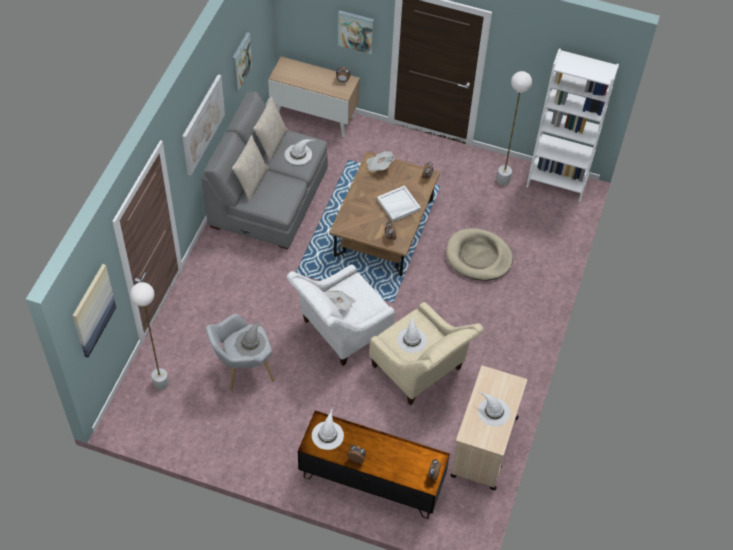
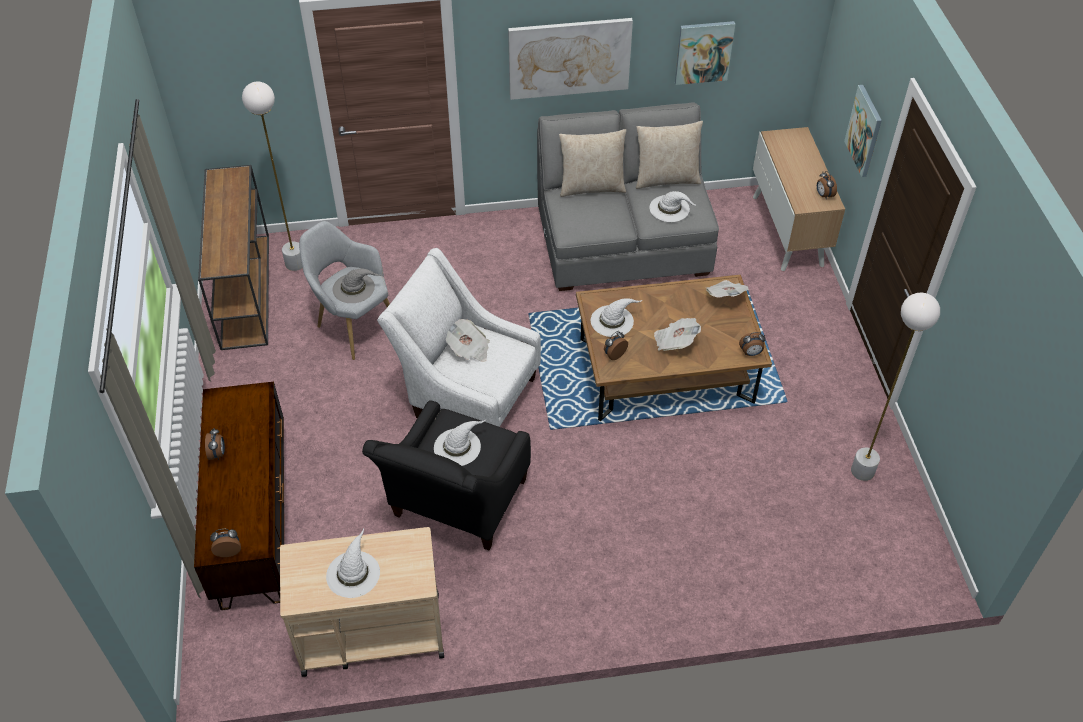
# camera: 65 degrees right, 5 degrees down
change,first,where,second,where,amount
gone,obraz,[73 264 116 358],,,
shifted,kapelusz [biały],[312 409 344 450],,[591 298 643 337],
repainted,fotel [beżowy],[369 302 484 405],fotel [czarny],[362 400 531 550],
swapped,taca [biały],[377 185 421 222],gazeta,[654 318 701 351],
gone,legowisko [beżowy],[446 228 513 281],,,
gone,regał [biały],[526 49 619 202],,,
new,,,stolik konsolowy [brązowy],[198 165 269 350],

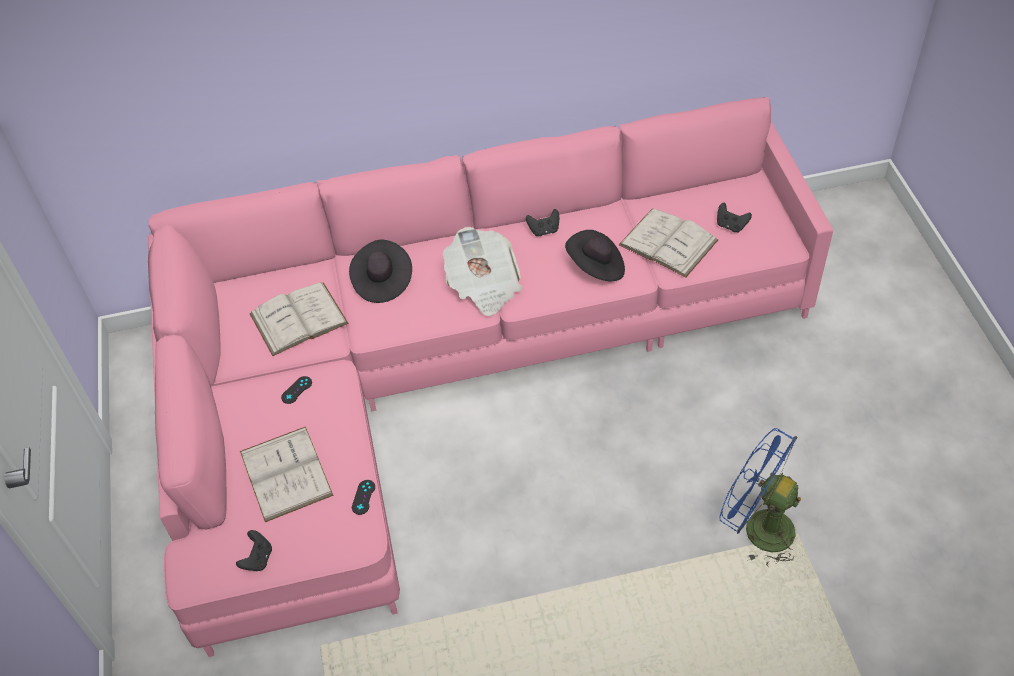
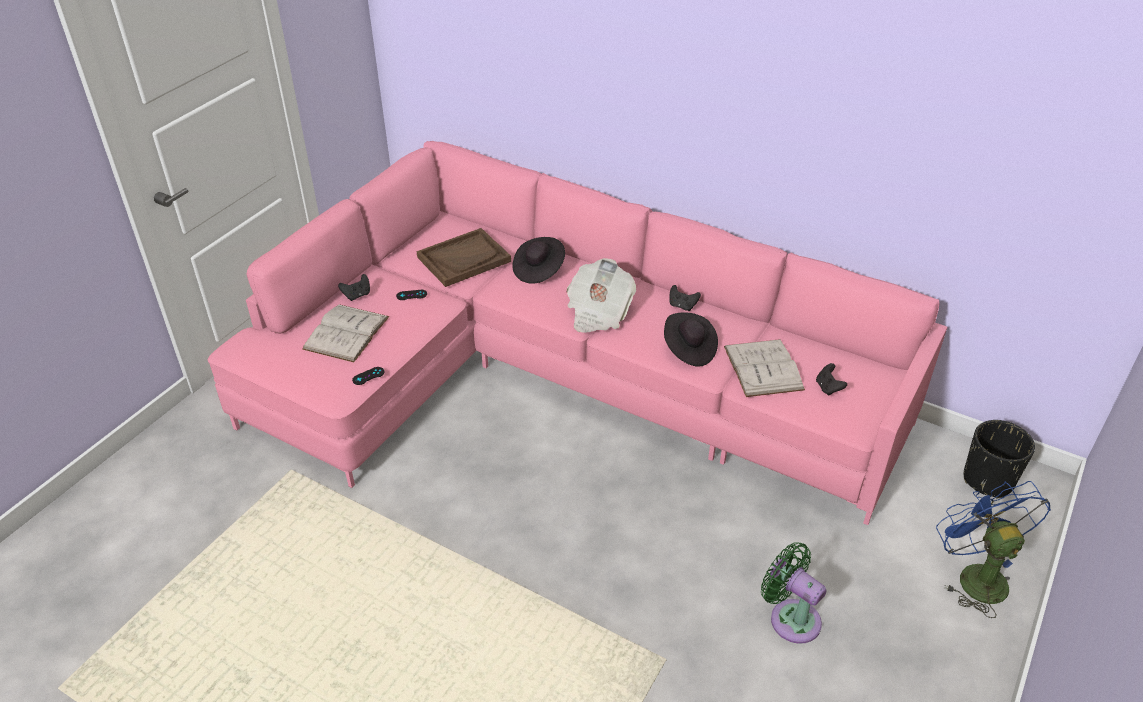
# camera: 40 degrees right, 10 degrees down
change,first,where,second,where,amount
shifted,pad do gier [czarny],[236 530 272 571],,[338 274 370 301],
swapped,książka [biały],[249 282 349 356],taca [brązowy],[417 228 511 287],
shifted,wentylator [niebieski],[719 428 802 566],,[936 481 1051 618],
new,,,wentylator [zielony],[761 542 827 644],
new,,,donica [czarny],[964 420 1035 498],

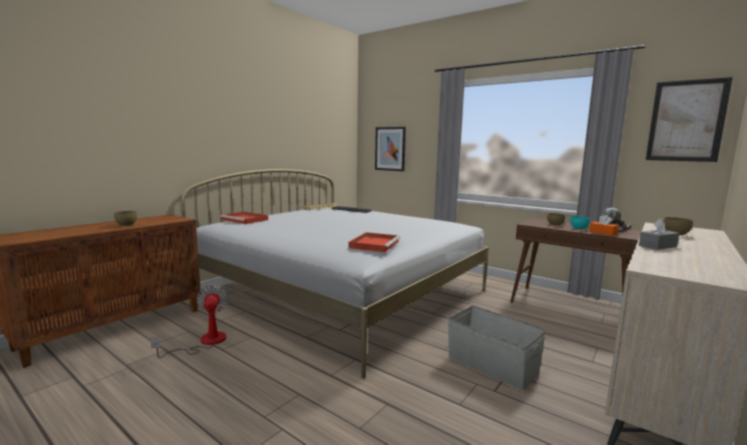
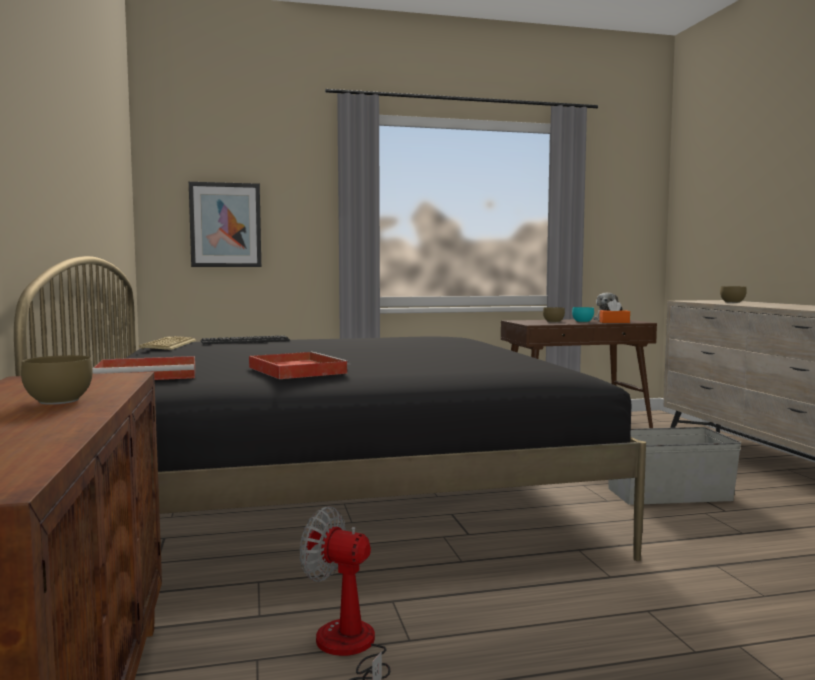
# camera: 50 degrees left, 5 degrees down
change,first,where,second,where,amount
repainted,łóżko [biały],[181 169 489 379],łóżko [czarny],[14 256 646 561],
shifted,taca [czerwony],[348 232 400 252],,[249 352 350 379],
gone,pudełko chusteczek [szary],[639 218 679 250],,,
gone,obraz,[646 77 733 162],,,

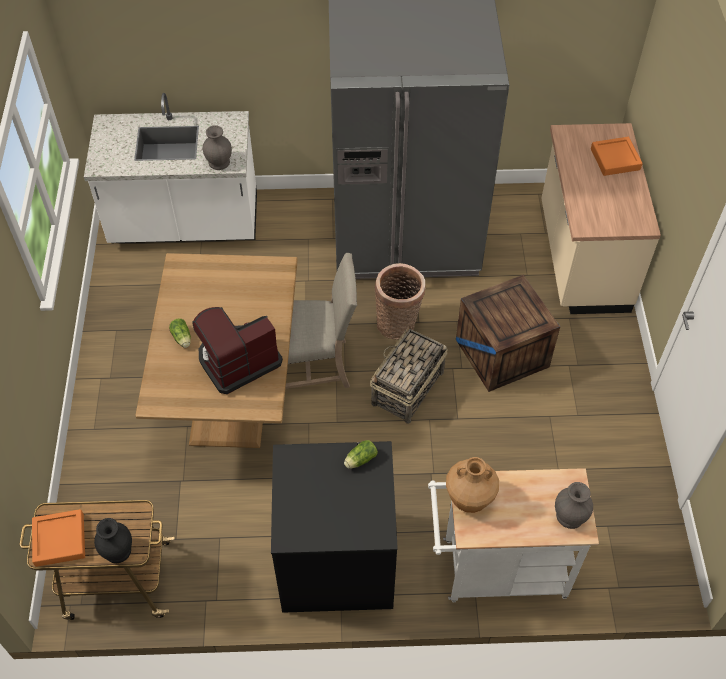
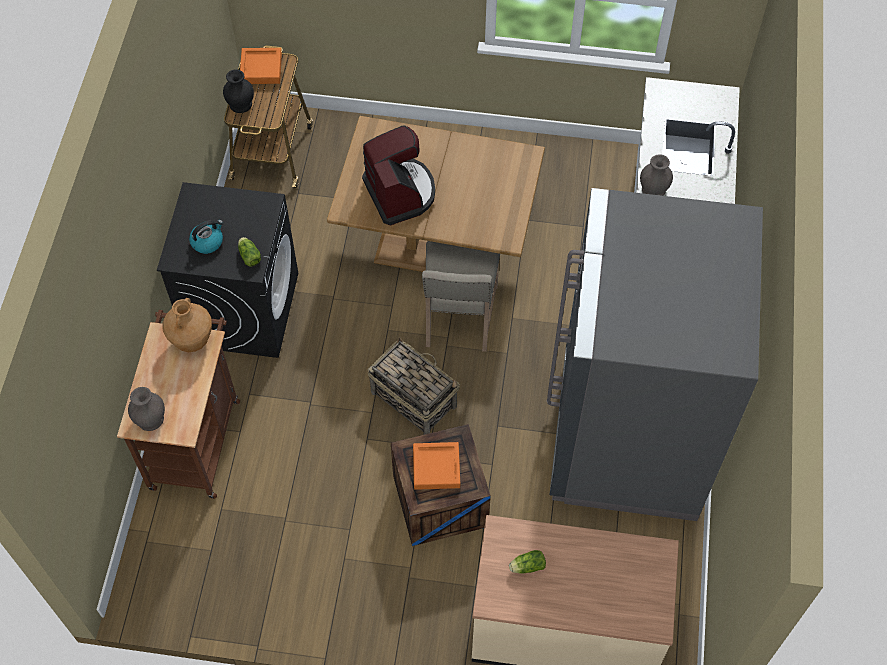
# camera: 100 degrees right, 5 degrees up
change,first,where,second,where,amount
shifted,sałata,[169 318 191 348],,[509 550 546 574],
gone,koszyk,[375 263 426 340],,,
repainted,wózek [biały],[428 468 599 602],wózek [brązowy],[117 310 240 499],
shifted,taca [pomarańczowy],[591 137 643 176],,[413 442 460 490],
new,,,czajnik,[189 220 223 254],

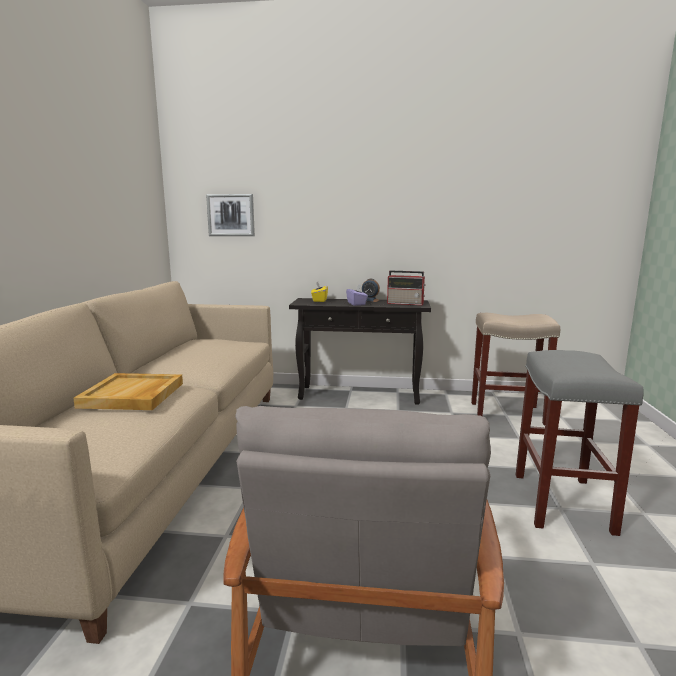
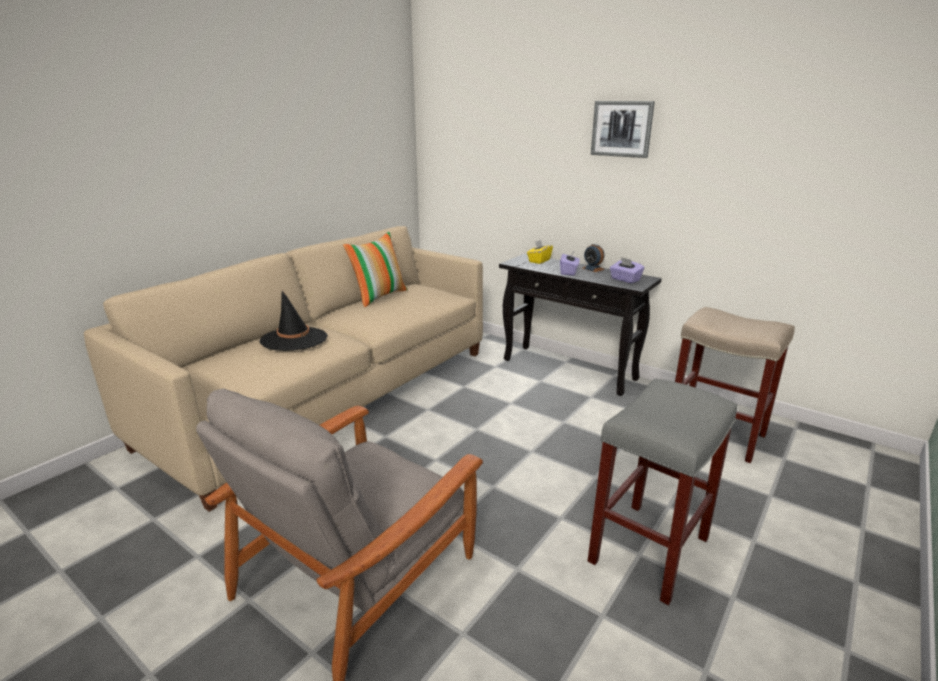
# camera: 30 degrees right, 10 degrees up
change,first,where,second,where,amount
swapped,taca [beżowy],[73 373 183 410],kapelusz [czarny],[259 291 328 351],
shifted,obraz,[206 194 255 236],,[591 101 655 158],
swapped,radio,[387 270 426 305],pudełko chusteczek [fioletowy],[610 257 644 283],
new,,,poduszka,[343 232 407 307],

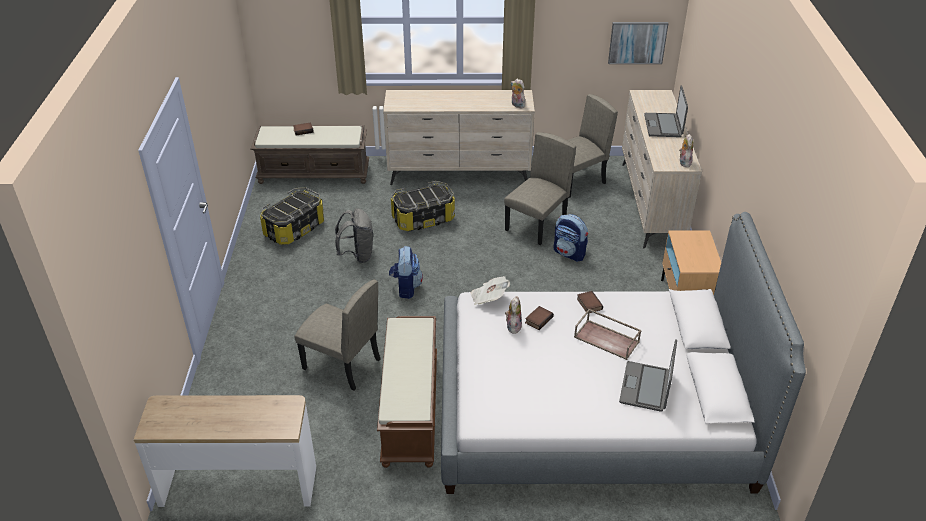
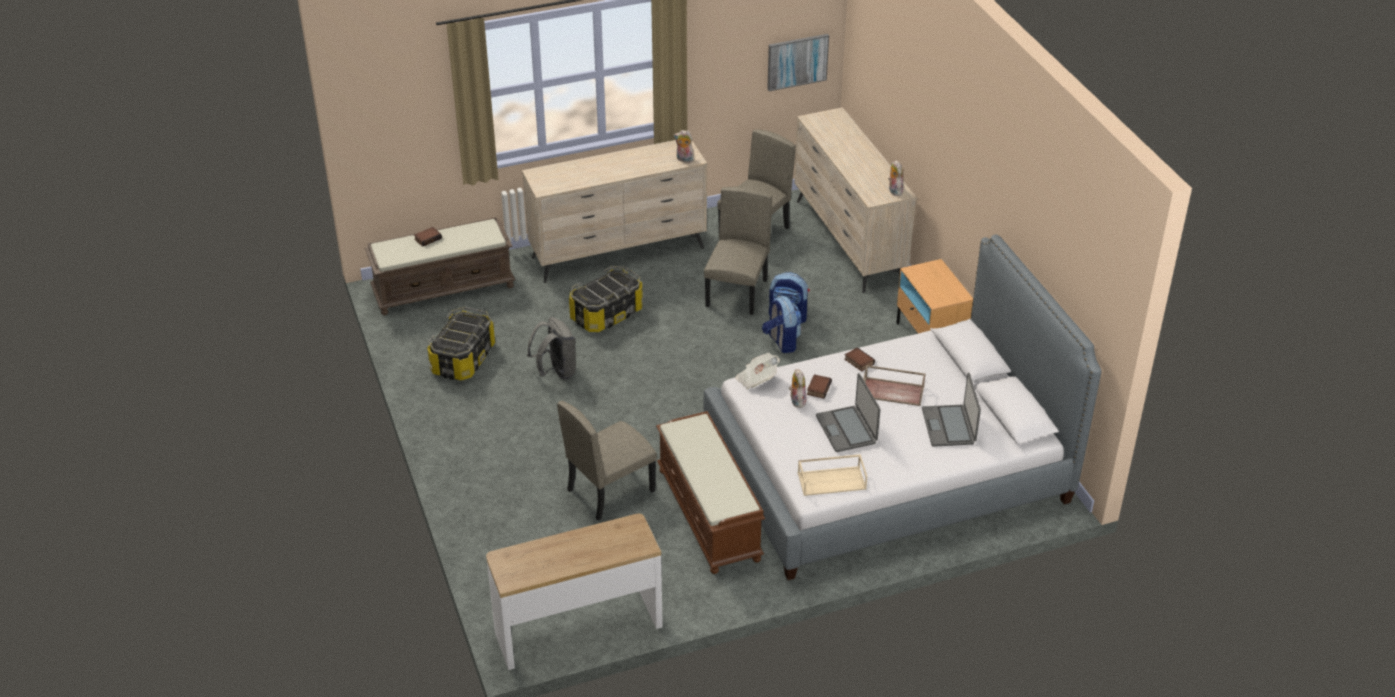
# camera: 20 degrees left, 0 degrees up
change,first,where,second,where,amount
rotated,krzesło [beżowy],[294 280 381 391],,[557 401 657 521],135 degrees clockwise
shifted,plecak,[389 246 423 299],,[762 296 801 353],
shifted,laptop,[644 85 688 137],,[816 373 881 452],
new,,,taca [beżowy],[798 454 867 496],

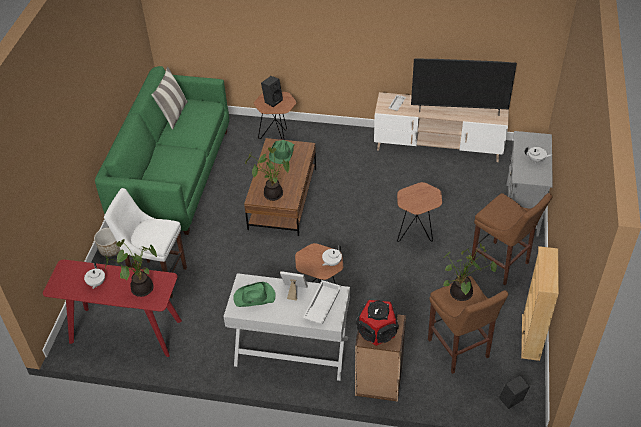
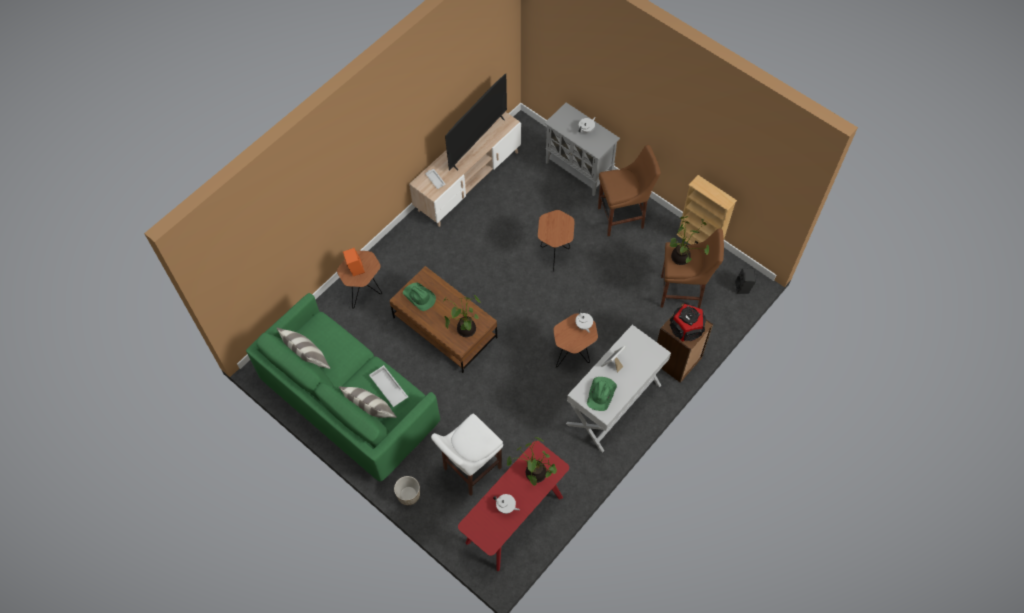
# camera: 60 degrees left, 15 degrees up
change,first,where,second,where,amount
repainted,głośnik [czarny],[261 76 283 107],głośnik [pomarańczowy],[343 248 365 276],
shifted,taca [biały],[303 280 341 324],,[369 365 408 407],
new,,,poduszka,[339 386 397 418],

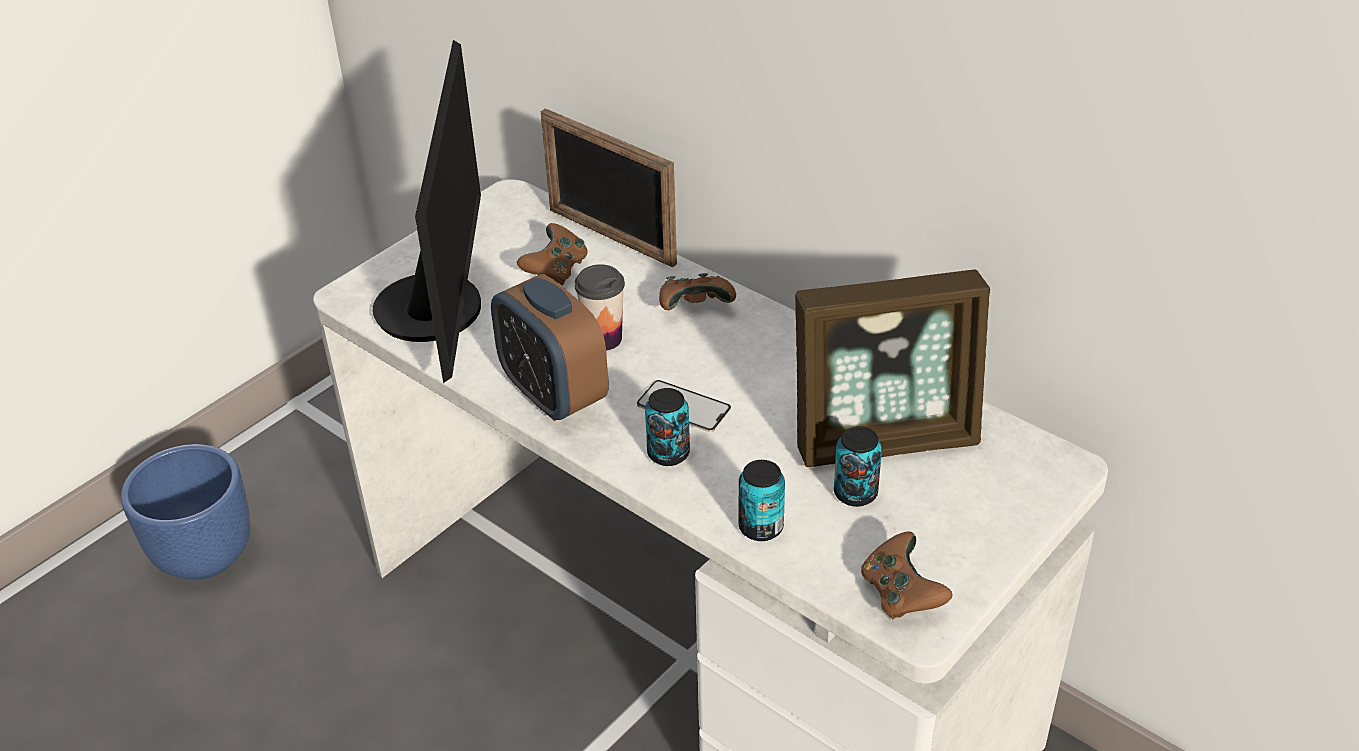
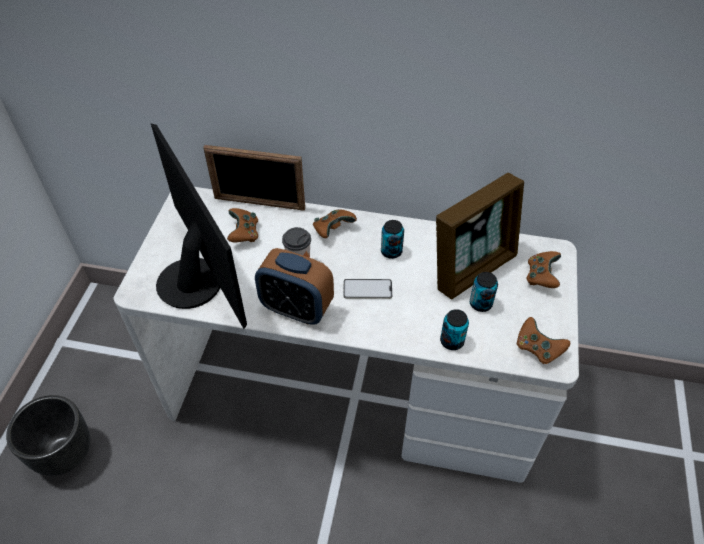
# camera: 30 degrees left, 10 degrees up
change,first,where,second,where,amount
repainted,donica [niebieski],[121 444 250 579],donica [czarny],[6 395 90 476],
shifted,puszka,[645 388 690 466],,[381 220 404 259],
new,,,pad do gier [brązowy],[527 251 561 288],

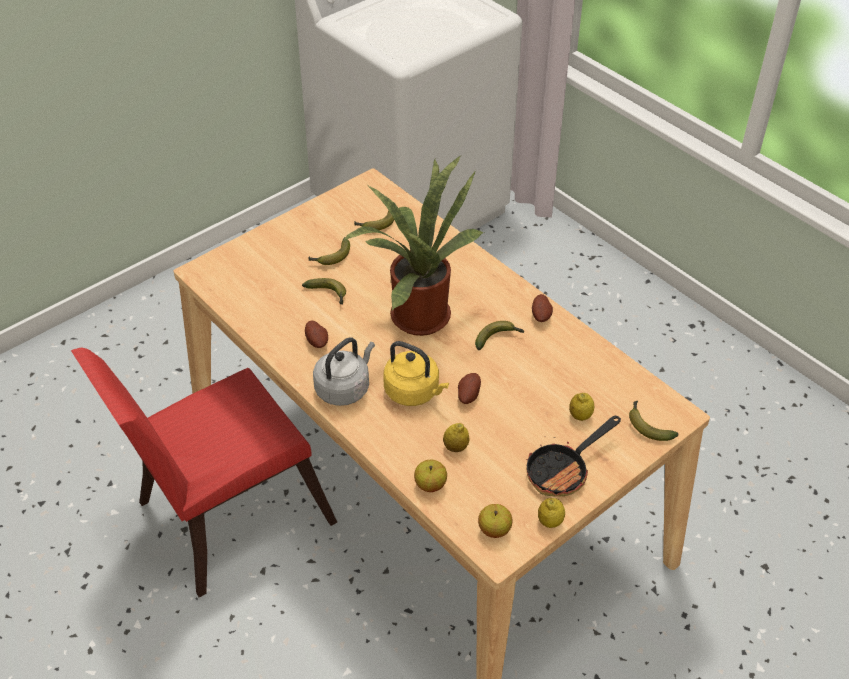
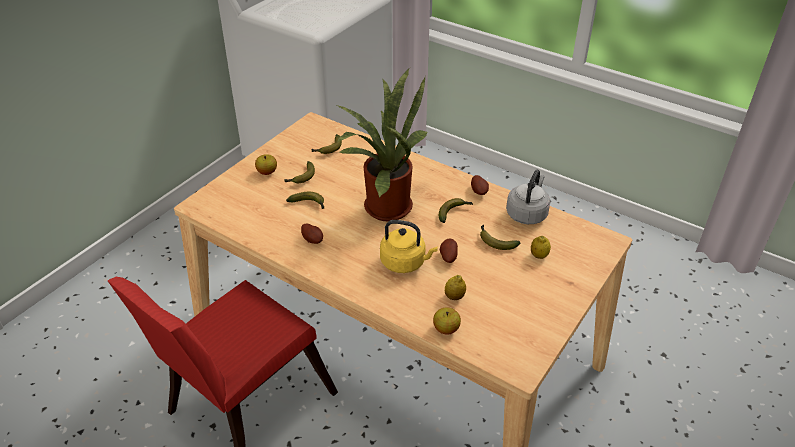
# camera: 15 degrees left, 5 degrees down
change,first,where,second,where,amount
shifted,czajnik [szary],[313 338 375 406],,[506 170 551 224],
shifted,jabłko,[478 504 513 538],,[255 154 277 175],
gone,patelnia,[526 416 621 497],,,
gone,cytryna,[538 498 565 528],,,
shifted,banan,[629 400 679 441],,[480 225 520 250],

